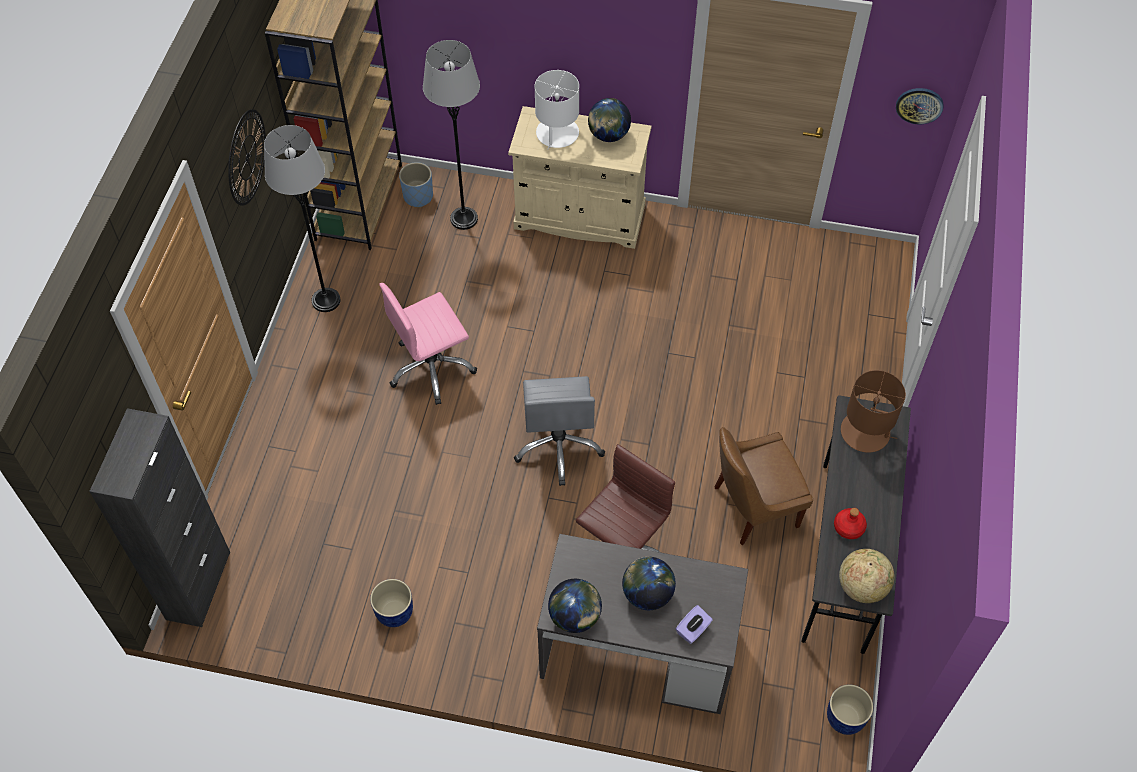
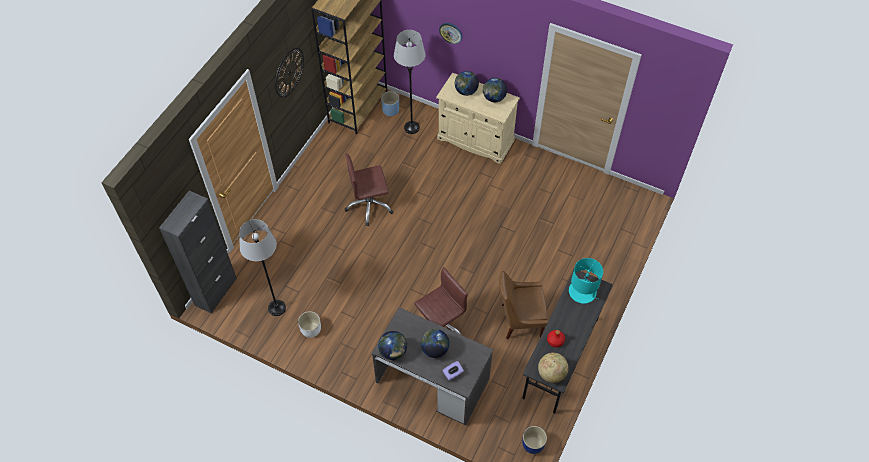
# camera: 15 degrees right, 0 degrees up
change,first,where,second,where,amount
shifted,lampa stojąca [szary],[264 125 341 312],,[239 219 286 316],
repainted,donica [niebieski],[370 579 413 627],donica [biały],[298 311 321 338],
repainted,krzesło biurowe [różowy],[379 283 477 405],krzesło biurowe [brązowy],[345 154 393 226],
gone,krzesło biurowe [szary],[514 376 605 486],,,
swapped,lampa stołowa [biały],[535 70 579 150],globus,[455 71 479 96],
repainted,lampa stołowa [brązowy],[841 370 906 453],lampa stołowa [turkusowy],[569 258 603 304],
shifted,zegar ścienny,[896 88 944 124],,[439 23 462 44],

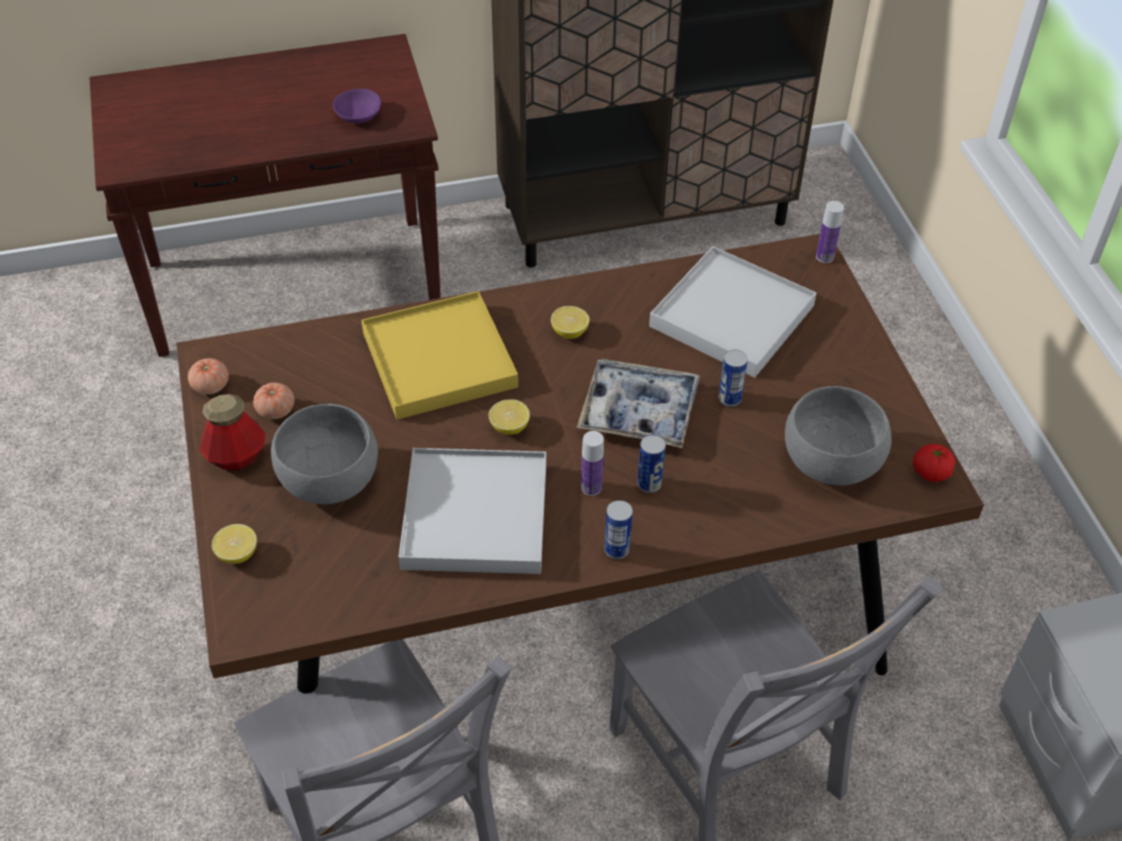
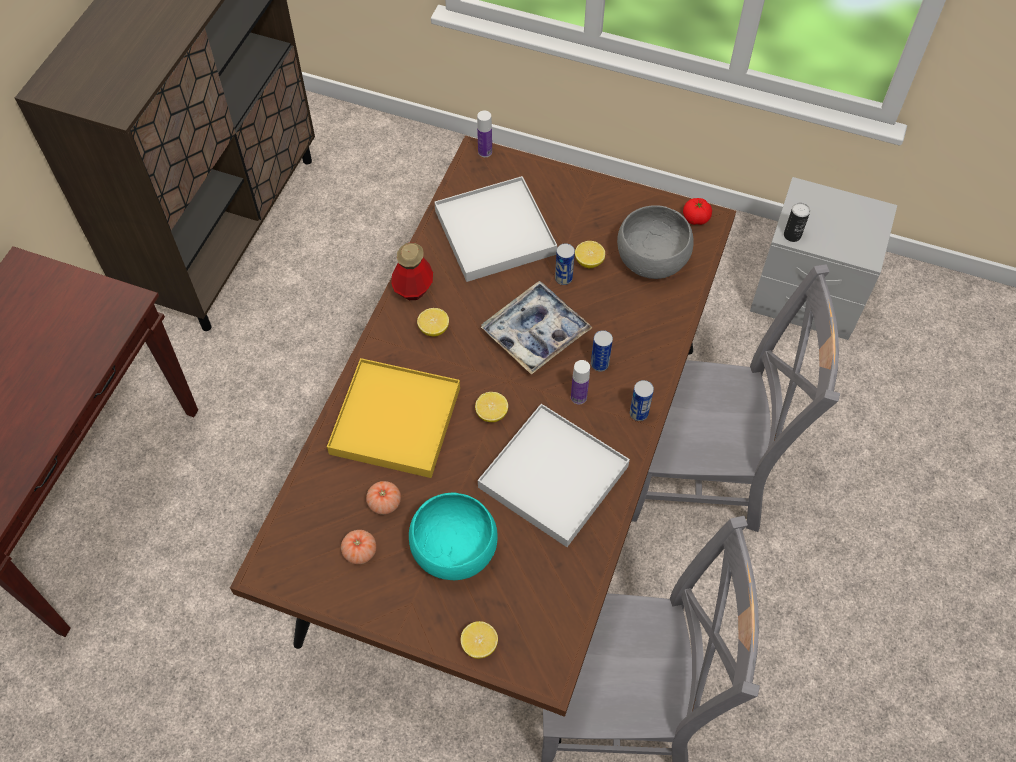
# camera: 55 degrees left, 10 degrees up
change,first,where,second,where,amount
shifted,pomidor,[188 358 229 394],,[366 481 401 515],
shifted,butelka,[200 394 265 471],,[391 243 433 300],
repainted,miska [szary],[271 404 378 504],miska [turkusowy],[409 493 498 580],
gone,miska [fioletowy],[333 88 381 123],,,
new,,,cytryna,[575 241 605 268],
new,,,puszka,[784 203 810 242],

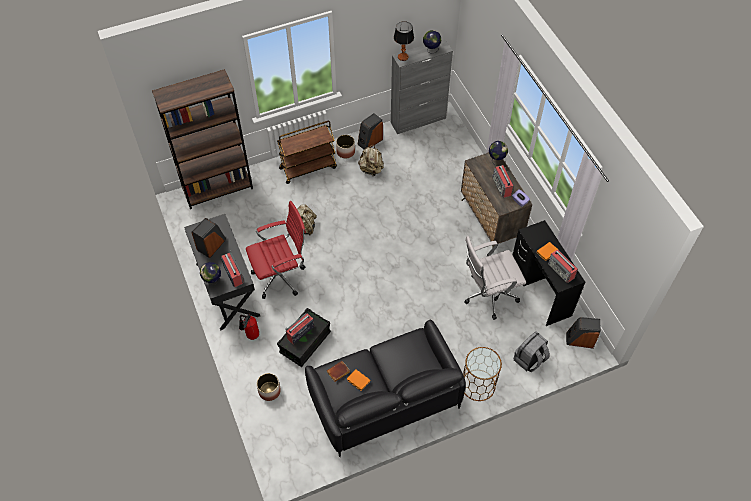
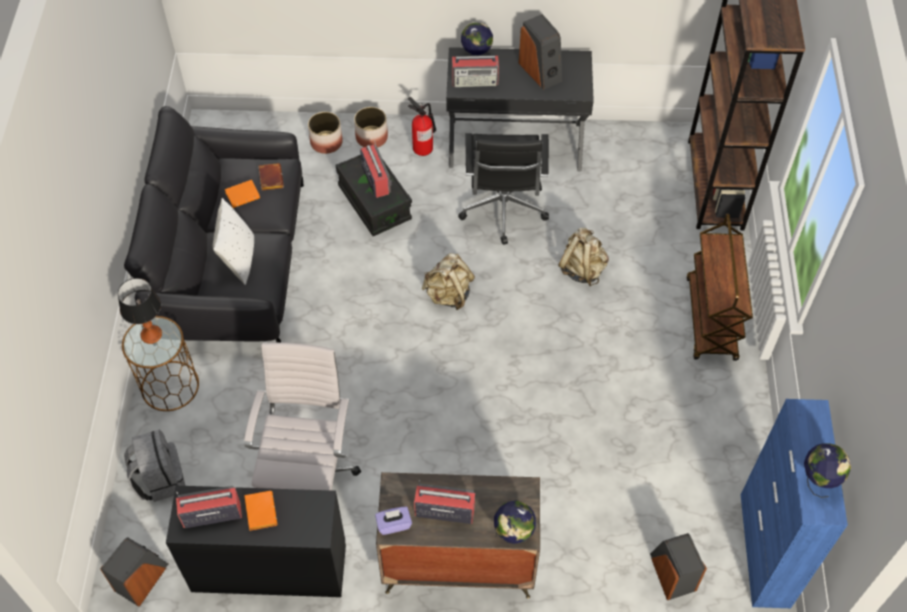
# camera: 115 degrees right, 0 degrees up
change,first,where,second,where,amount
repainted,krzesło biurowe [czerwony],[246 201 306 299],krzesło biurowe [czarny],[458 133 549 245],
shifted,donica,[336 135 355 158],,[354 107 388 148],
shifted,głośnik,[357 113 383 150],,[650 533 707 600],
shifted,plecak [beżowy],[358 145 384 177],,[422 253 475 310],
repainted,szafka [szary],[391 39 453 134],szafka [niebieski],[741 399 848 608],
shifted,lampa stołowa,[394 21 414 61],,[118 278 162 344],
new,,,poduszka [biały],[213 198 254 285],

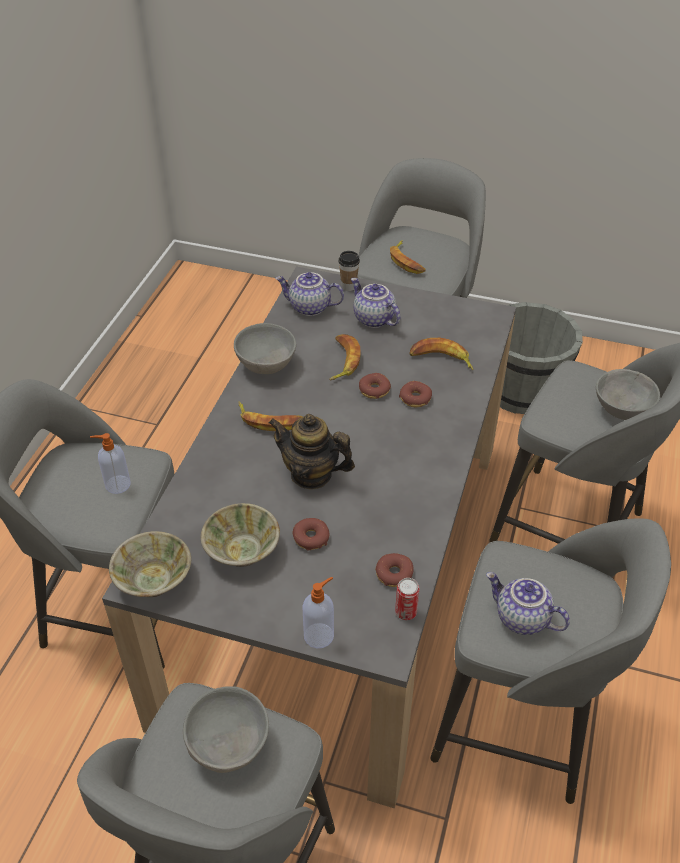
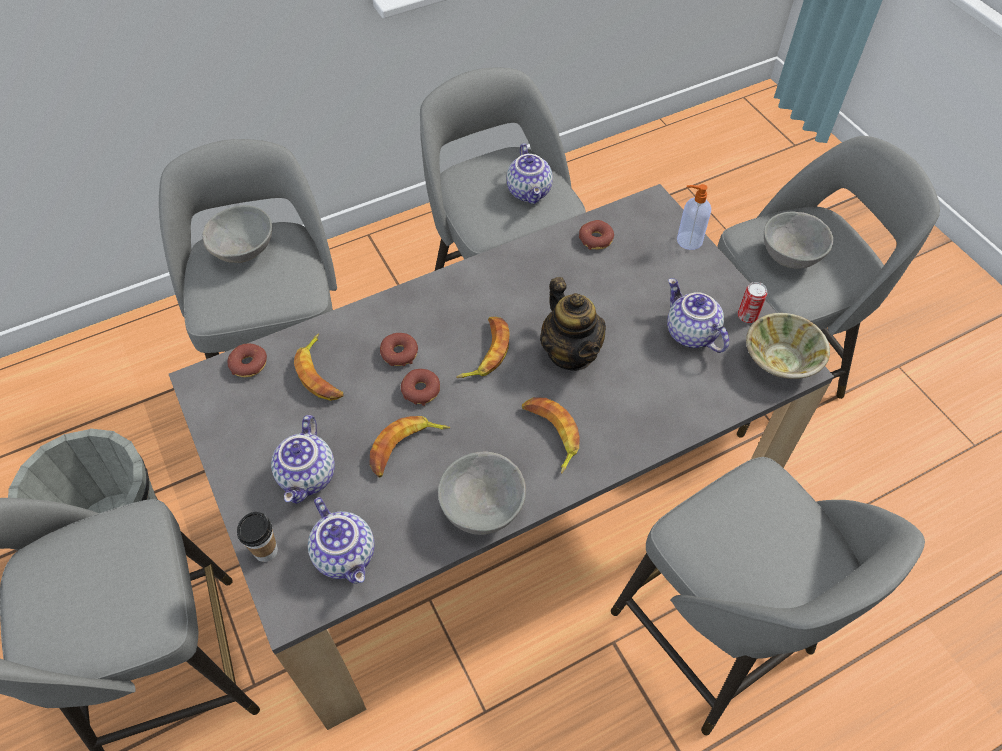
# camera: 135 degrees left, 10 degrees up
change,first,where,second,where,amount
gone,dozownik mydła,[90 433 131 494],,,
swapped,miska [beżowy],[200 503 280 567],imbryk,[667 278 729 353],
shifted,donut,[293 518 330 550],,[228 344 267 377],
shifted,banan,[390 240 426 274],,[457 317 510 378],
shifted,puszka,[395 578 419 620],,[738 282 767 323],

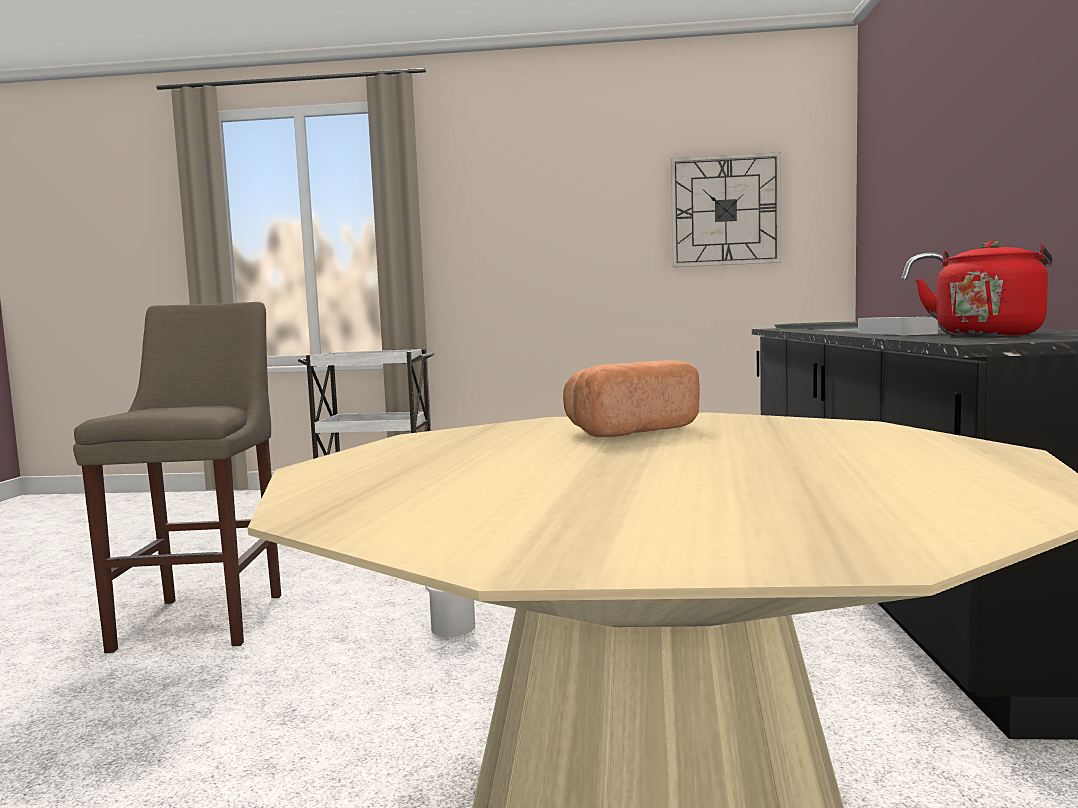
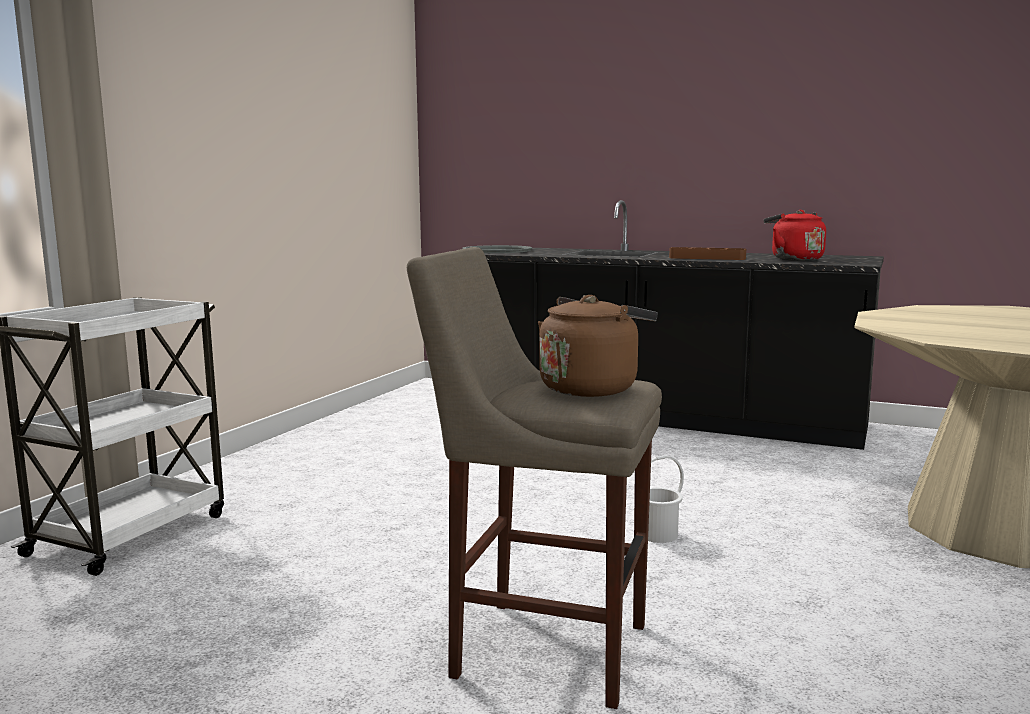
# camera: 70 degrees left, 5 degrees up
change,first,where,second,where,amount
gone,chleb,[563 360 700 437],,,
gone,zegar ścienny,[671 152 781 267],,,
repainted,taca [szary],[858 317 938 335],taca [brązowy],[669 247 746 260],
new,,,czajnik [brązowy],[538 295 658 397],

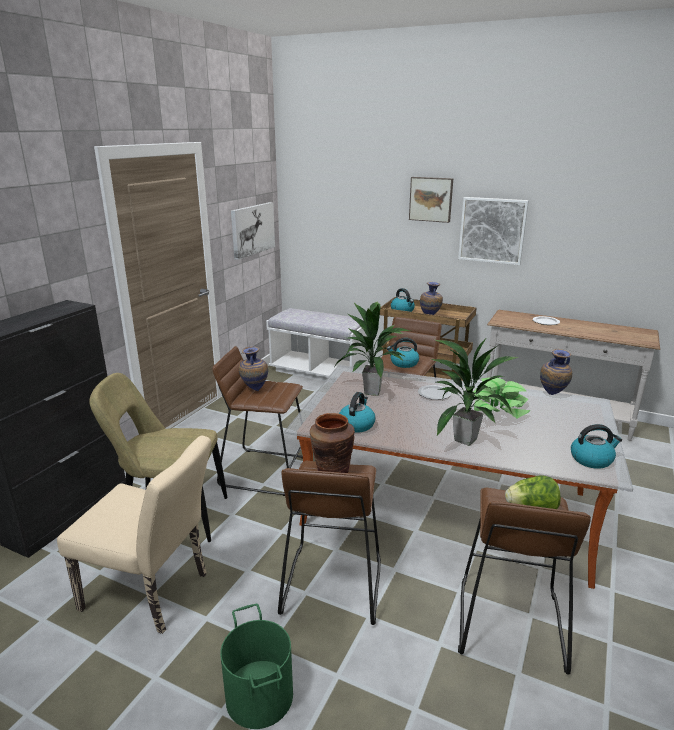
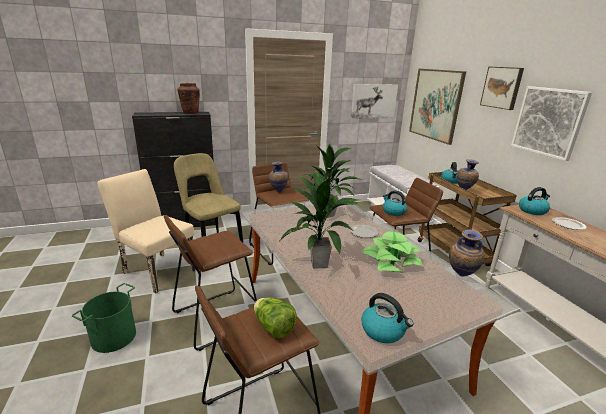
# camera: 45 degrees right, 0 degrees up
change,first,where,second,where,amount
rotated,krzesło [beżowy],[57 436 211 634],,[97 169 196 294],150 degrees clockwise
shifted,wazon [brązowy],[310 413 355 473],,[177 83 200 114],
shifted,czajnik,[339 392 375 432],,[519 187 550 215],
new,,,obraz,[409 69 466 145],

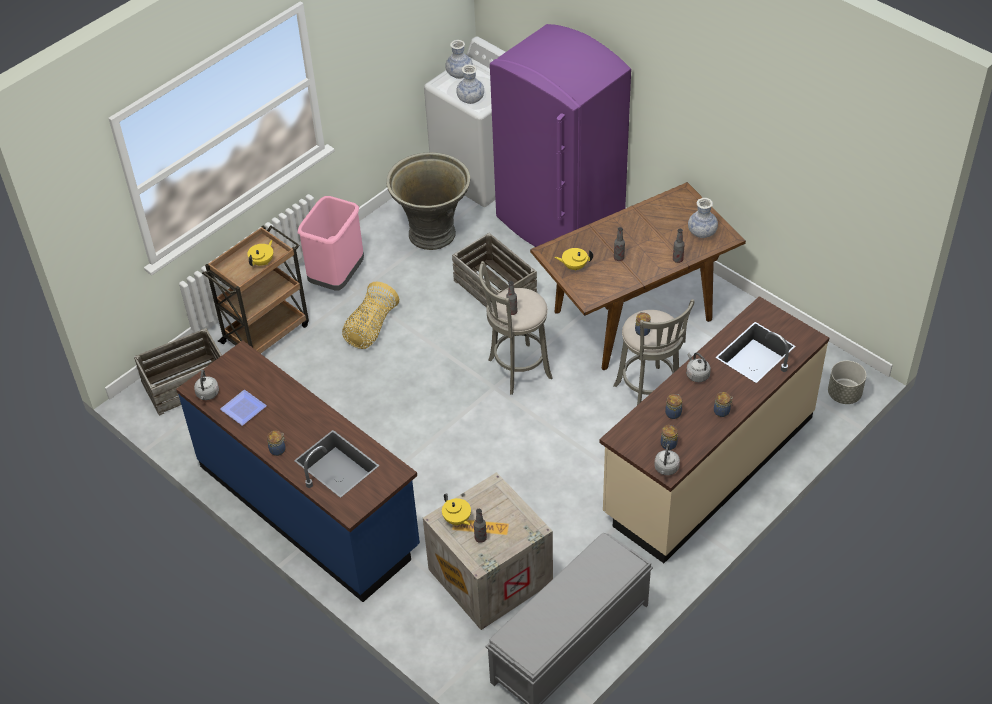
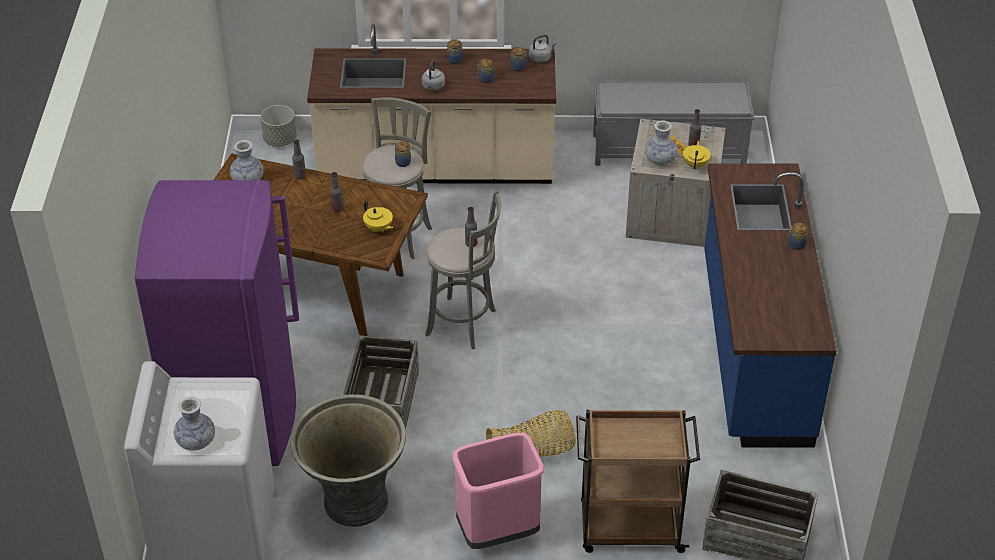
# camera: 135 degrees left, 5 degrees down
change,first,where,second,where,amount
gone,czajnik [szary],[194 370 219 400],,,
gone,talerz,[220 390 267 426],,,
gone,imbryk [żółty],[248 240 273 266],,,
shifted,wazon,[456 64 484 104],,[645 121 677 165],

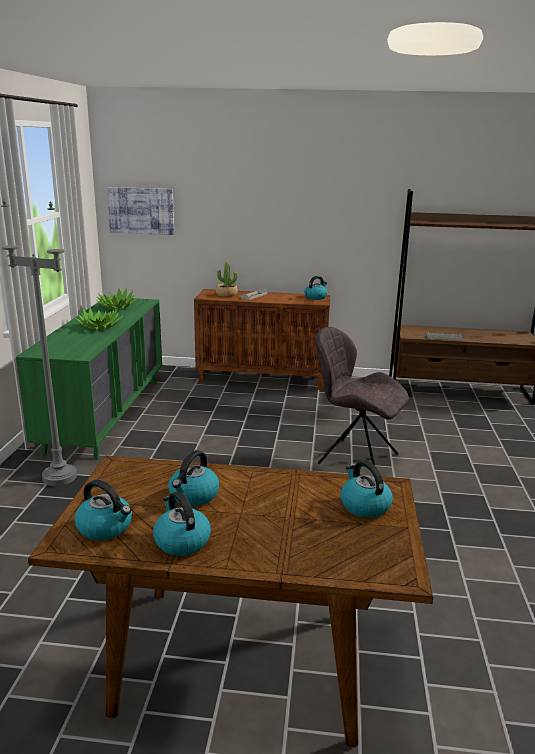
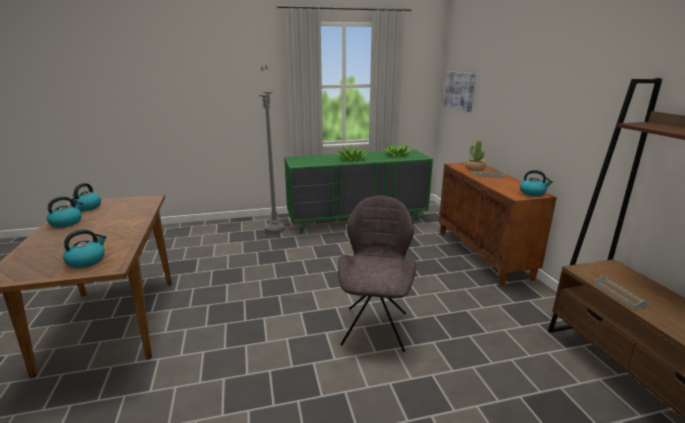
# camera: 70 degrees right, 0 degrees up
change,first,where,second,where,amount
gone,czajnik,[168 450 219 506],,,

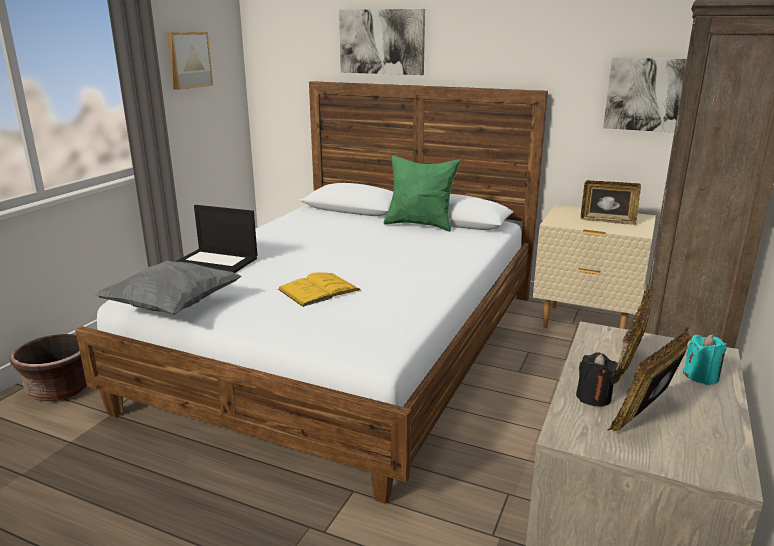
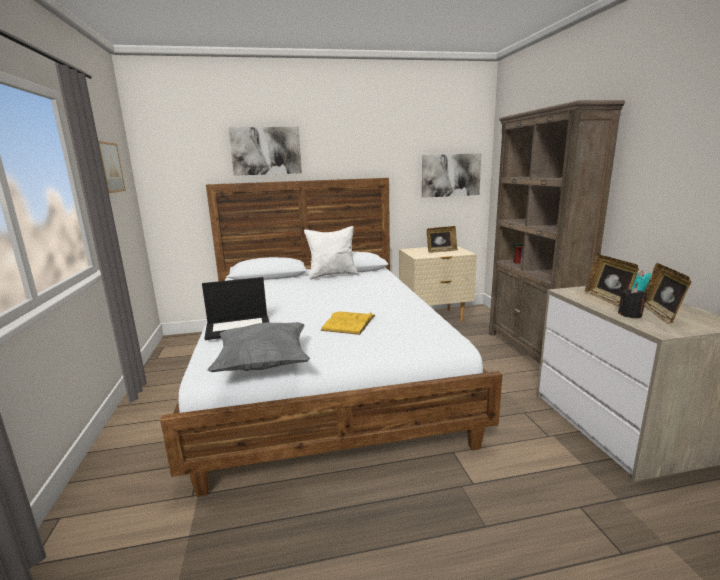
# camera: 35 degrees left, 5 degrees down
change,first,where,second,where,amount
gone,donica [brązowy],[10 334 87 401],,,
repainted,poduszka [zielony],[384 155 460 232],poduszka [biały],[304 226 359 280],

